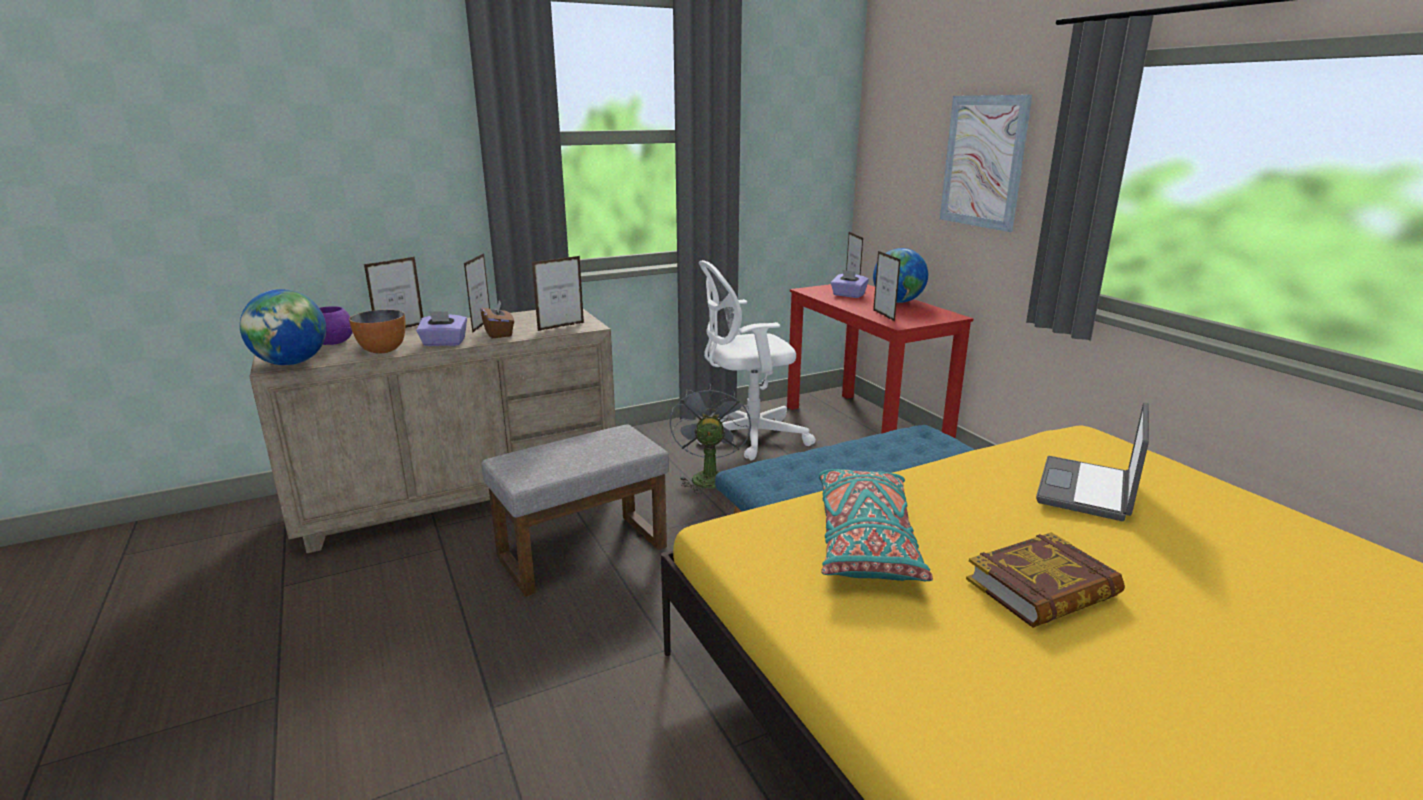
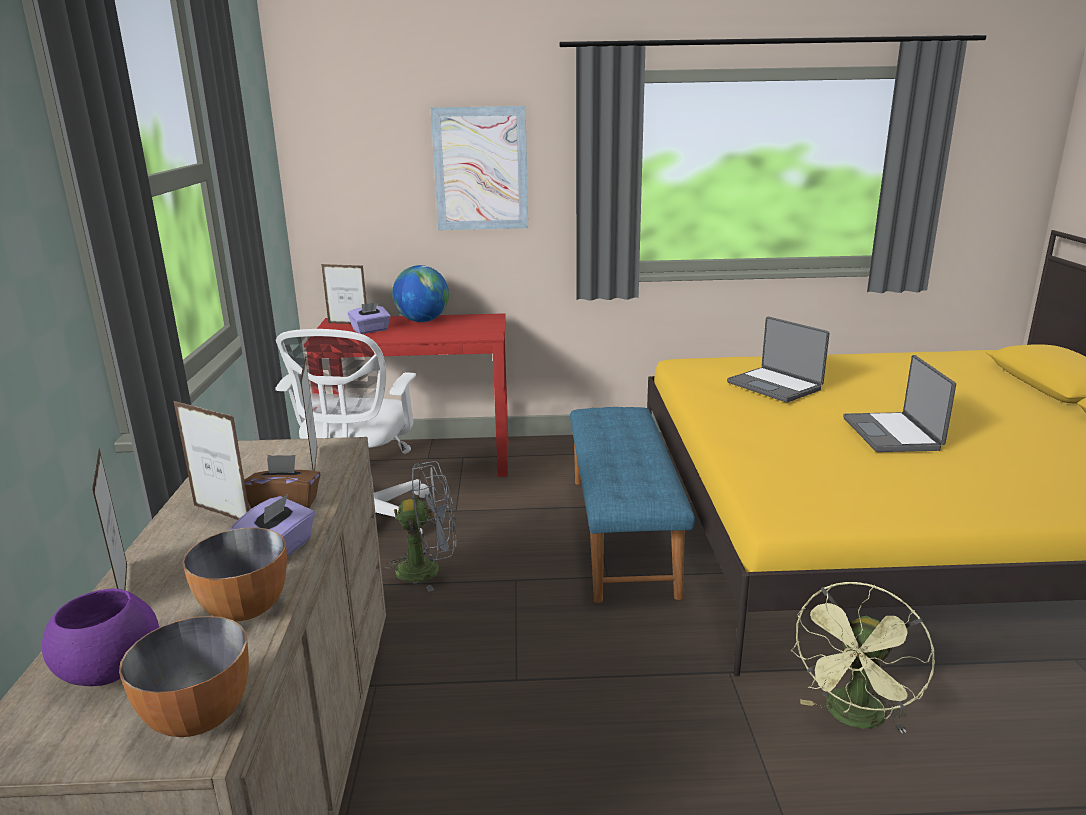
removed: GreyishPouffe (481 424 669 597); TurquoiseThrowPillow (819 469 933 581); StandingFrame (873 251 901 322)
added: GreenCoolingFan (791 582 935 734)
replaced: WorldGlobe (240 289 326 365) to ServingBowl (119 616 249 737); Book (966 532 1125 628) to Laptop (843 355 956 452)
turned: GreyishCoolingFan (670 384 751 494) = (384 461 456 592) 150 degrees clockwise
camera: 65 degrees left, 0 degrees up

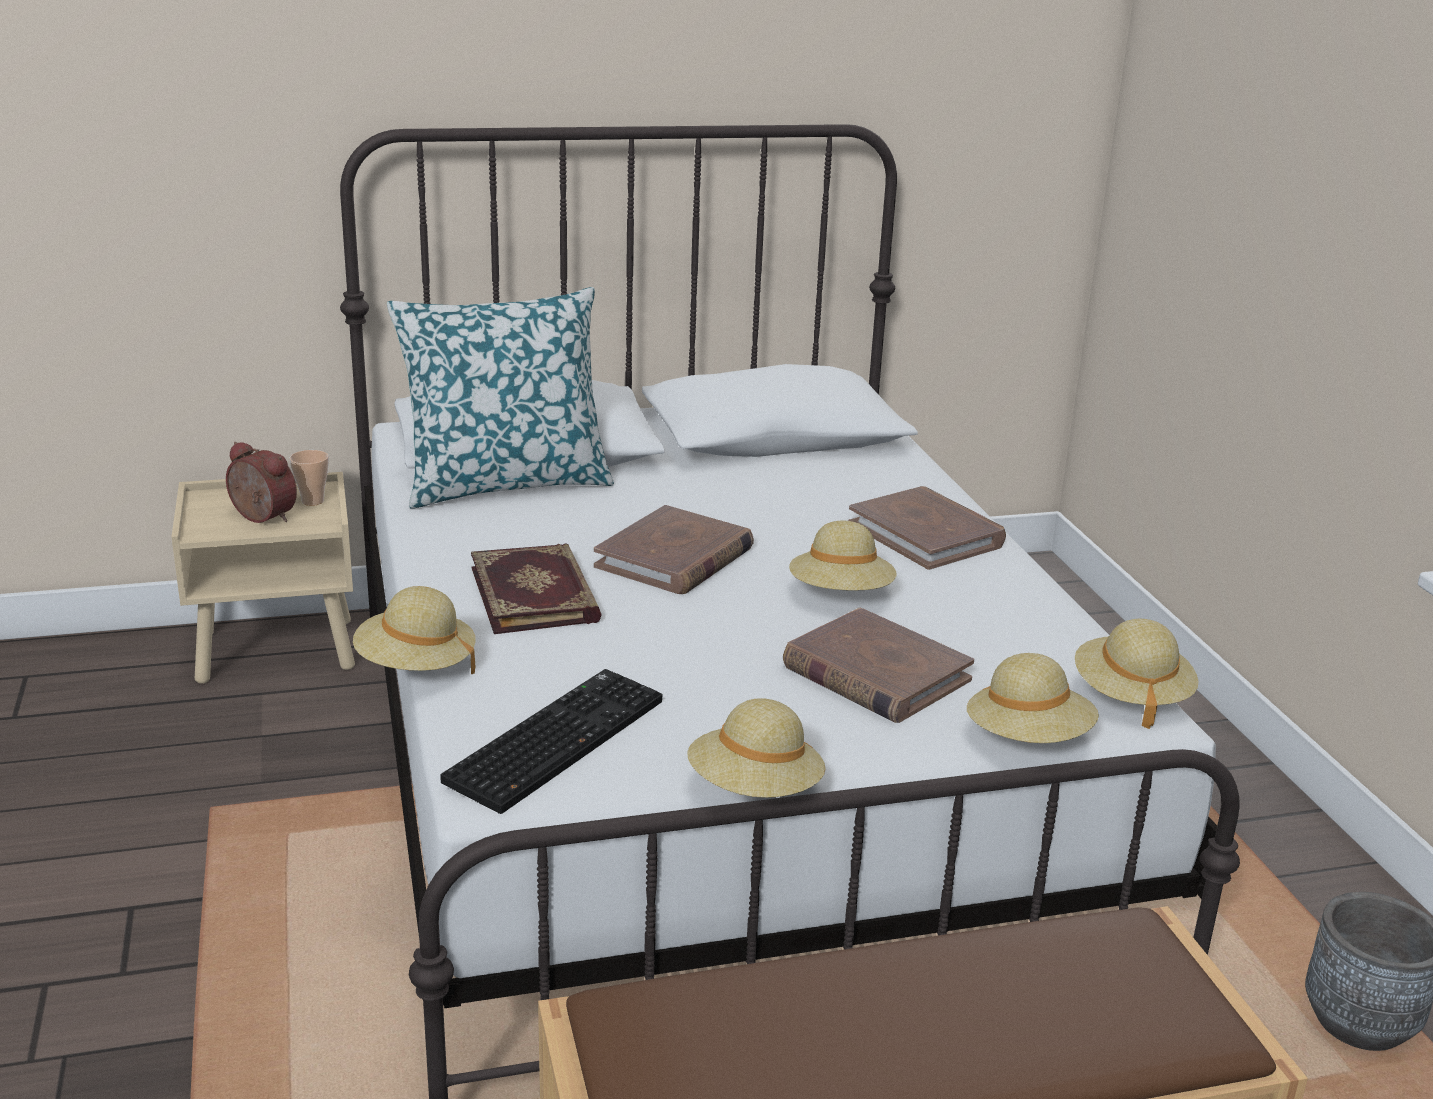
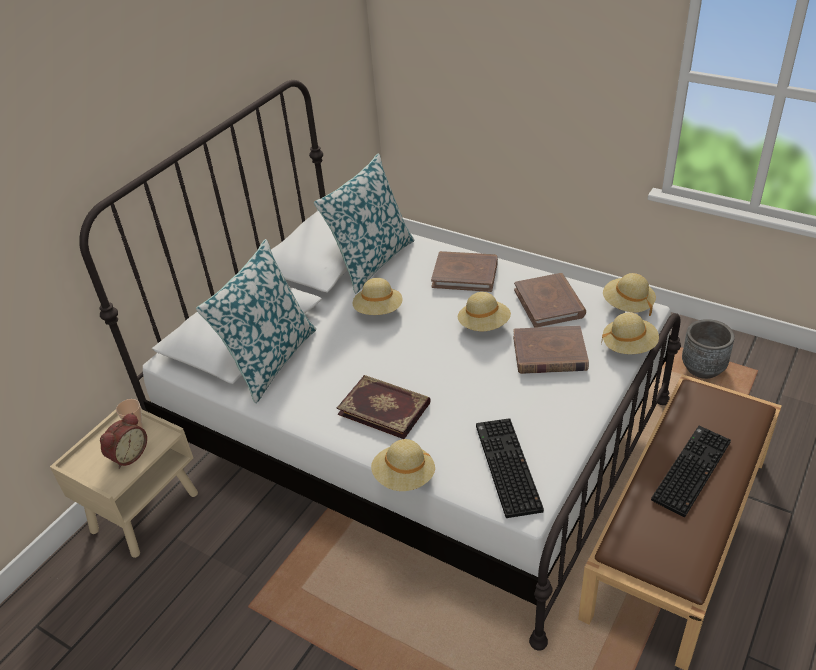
added: ThrowPillow (314 154 414 293); Keyboard (651 426 731 517)
moved: SandColouredHat (687 698 826 798) to (352 278 402 315); BrownishBook (594 505 754 594) to (514 273 586 328)
turned: TableClock (226 442 297 523) = (100 412 147 469) 135 degrees clockwise
camera: 40 degrees left, 15 degrees up

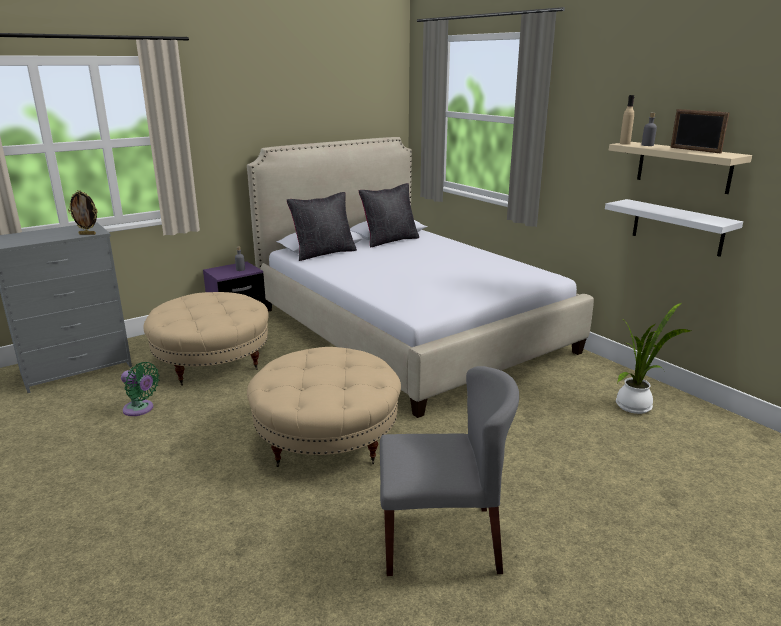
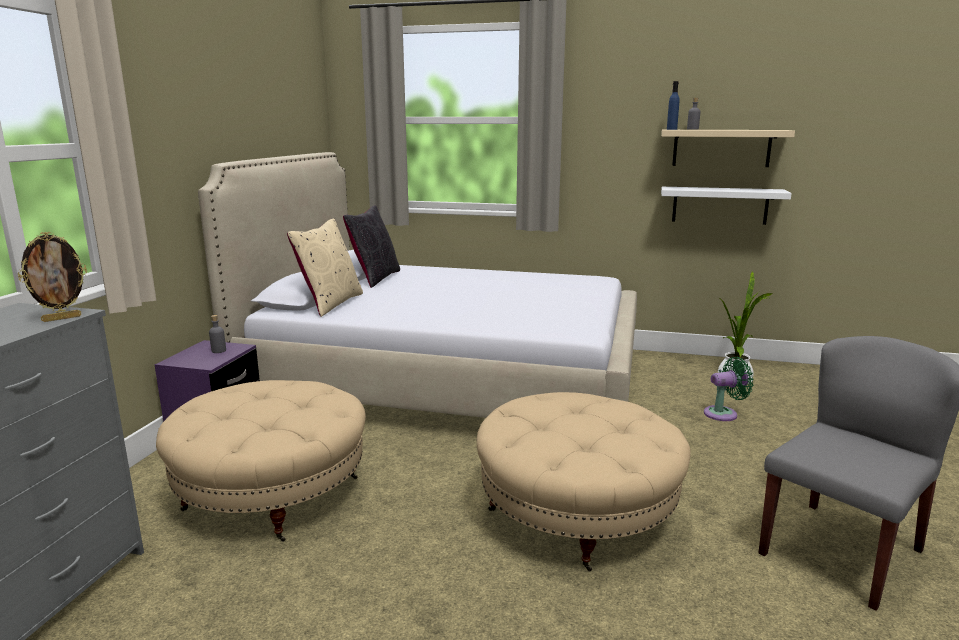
removed: StandingFrame (670 109 730 153)
moved: GreenCoolingFan (121 362 159 416) to (704 357 754 421)
recoloured: BlackThrowPillow (287 192 357 261) to SandColouredThrowPillow (287 219 363 317); SandColouredBottle (620 95 634 145) to BlueColouredBottle (667 81 680 130)
camera: 40 degrees left, 5 degrees down

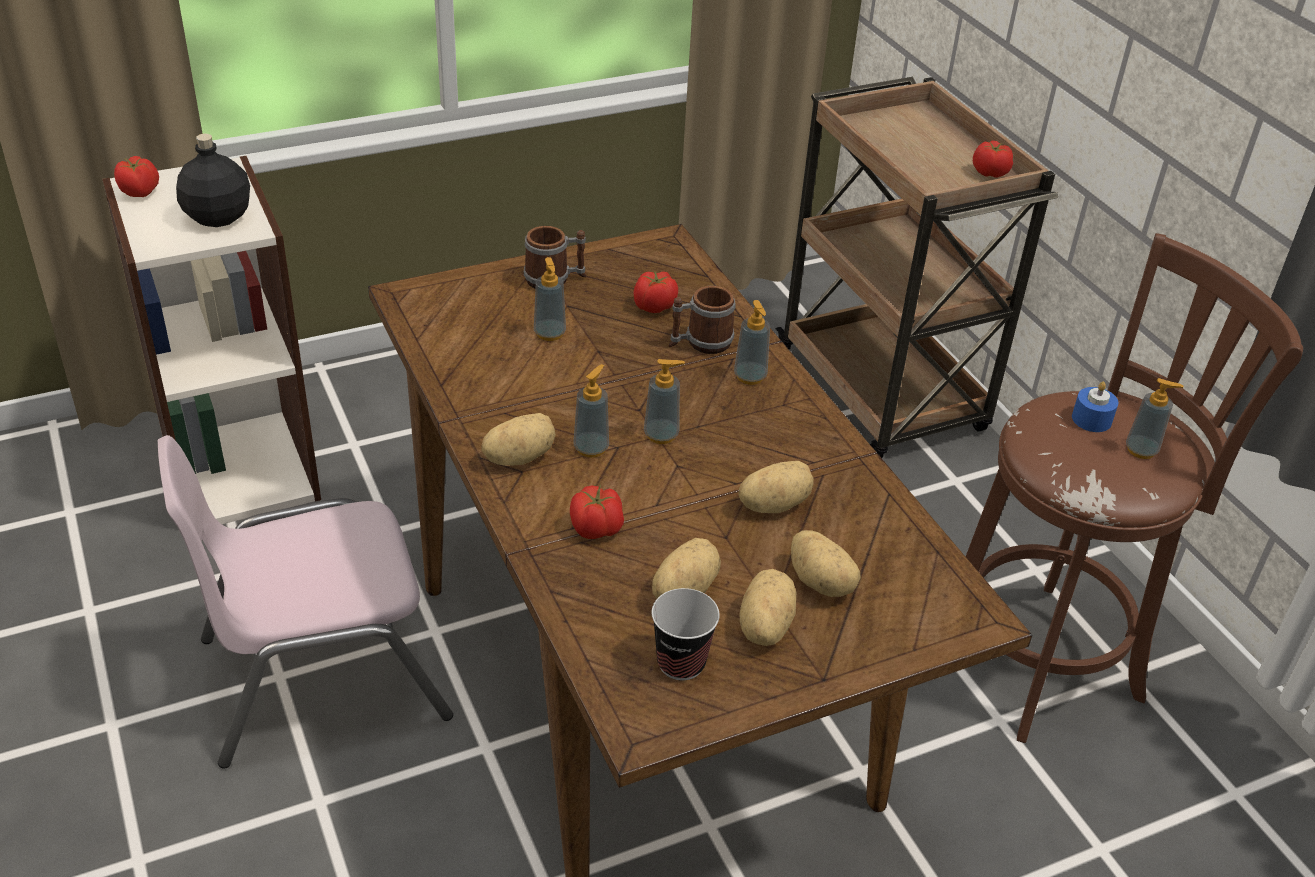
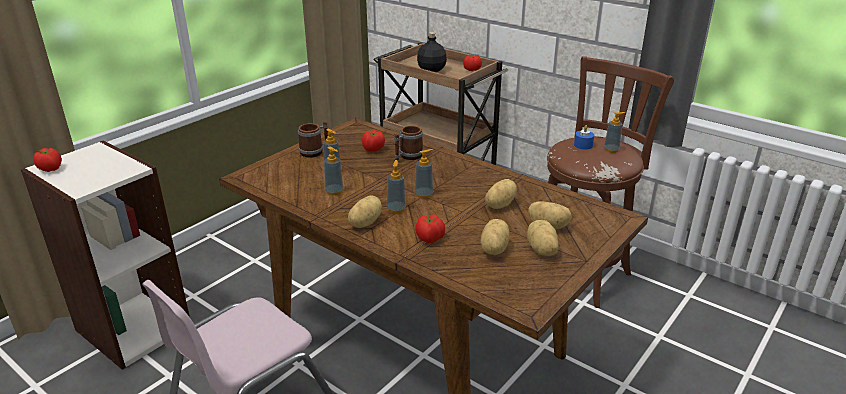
removed: DrinkingCup (652 588 720 680)
moved: LiquidSoapBottle (734 300 770 385) to (324 146 344 195); BlackBottle (176 133 250 227) to (417 32 447 72)
camera: 25 degrees left, 10 degrees down

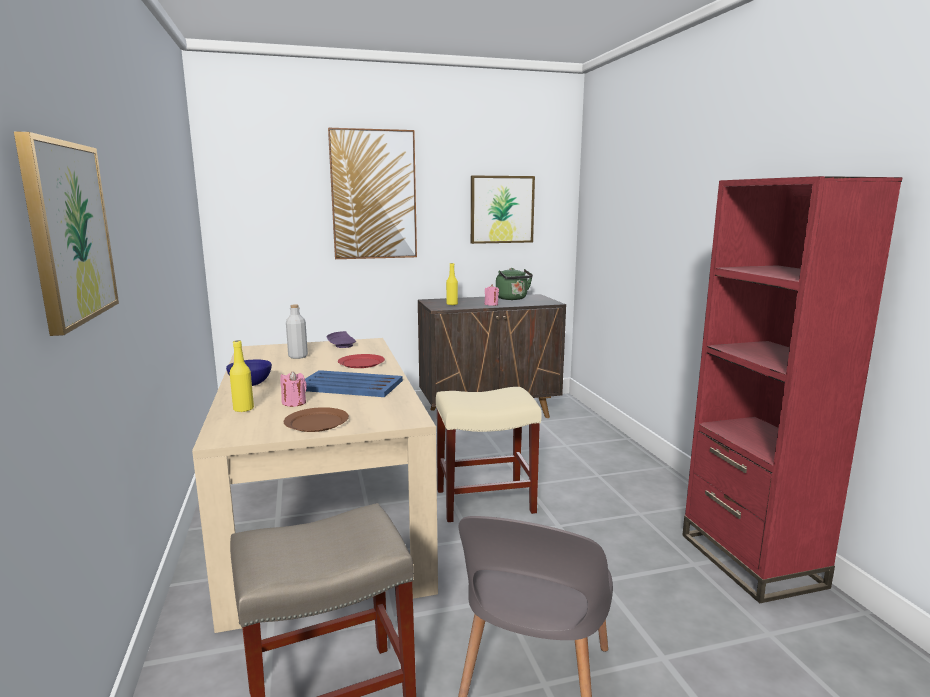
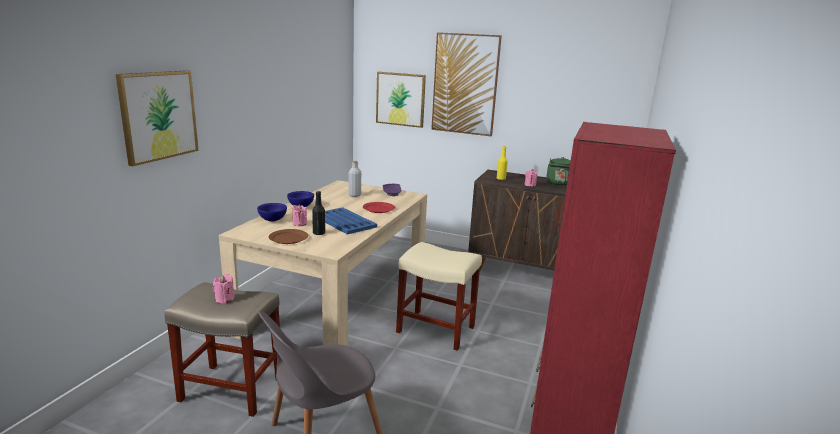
added: PinkColouredWaxLight (213 274 235 303); BlackBottle (312 191 325 235)
moved: Picture (471 175 535 244) to (376 72 426 128)
replaced: YellowColouredBottle (230 340 254 412) to BlueColouredServingBowl (257 203 287 221)
camera: 35 degrees right, 5 degrees up

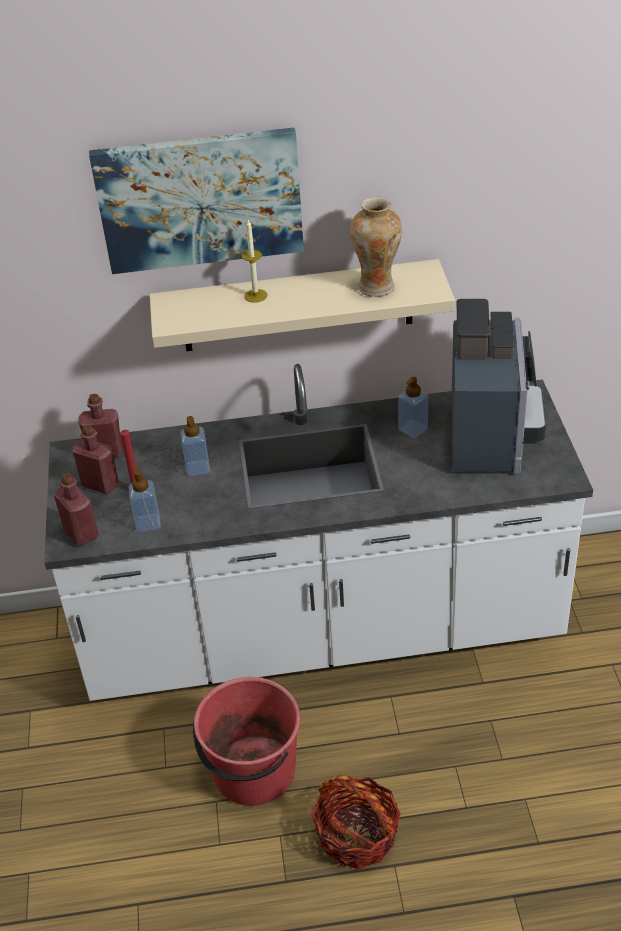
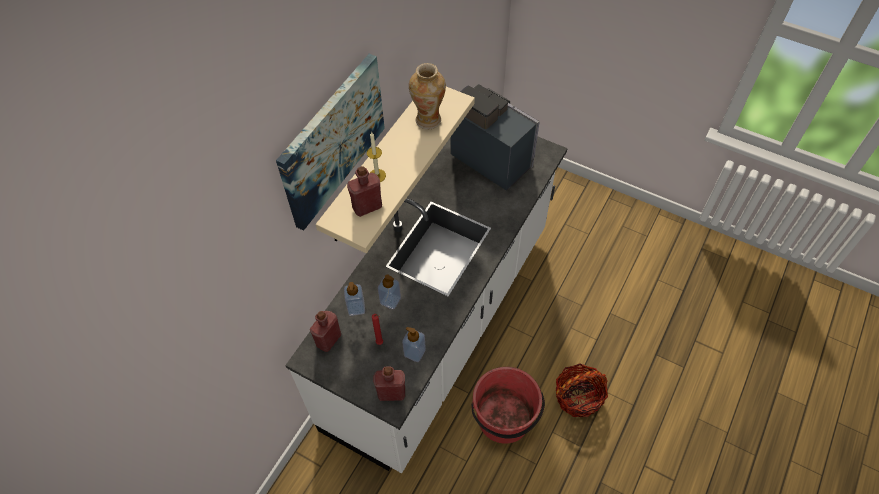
moved: LiquidSoapBottle (398 377 428 438) to (344 282 365 316); ReddishBottle (72 425 119 494) to (347 166 382 217)
camera: 55 degrees left, 15 degrees up

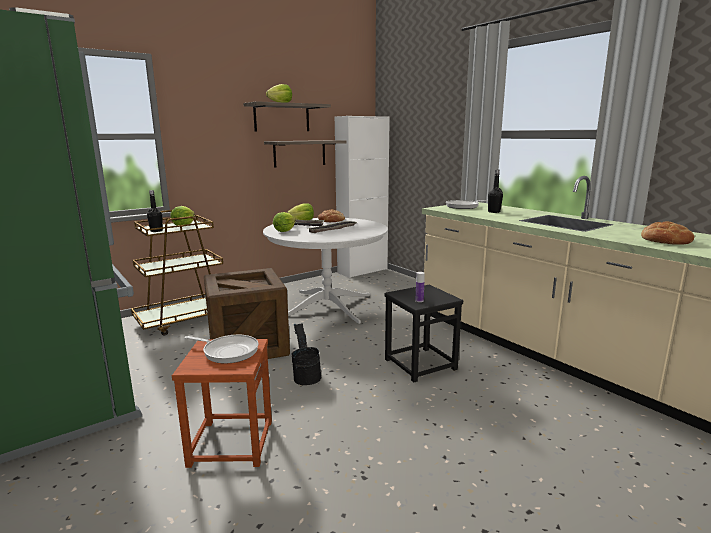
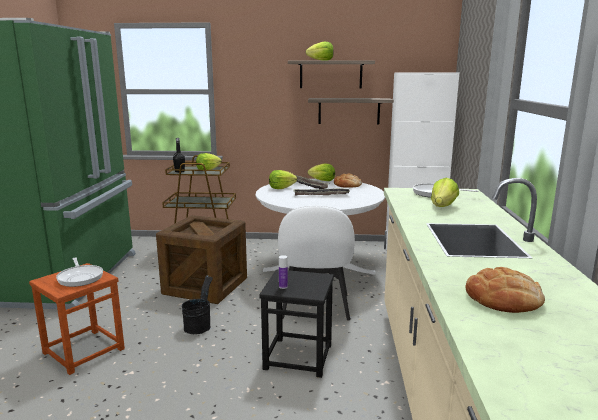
added: WhitePlainChair (278 206 355 321)
replaced: BlackBottle (488 170 503 213) to HeadOfLettuce (431 178 459 207)
camera: 40 degrees right, 0 degrees up

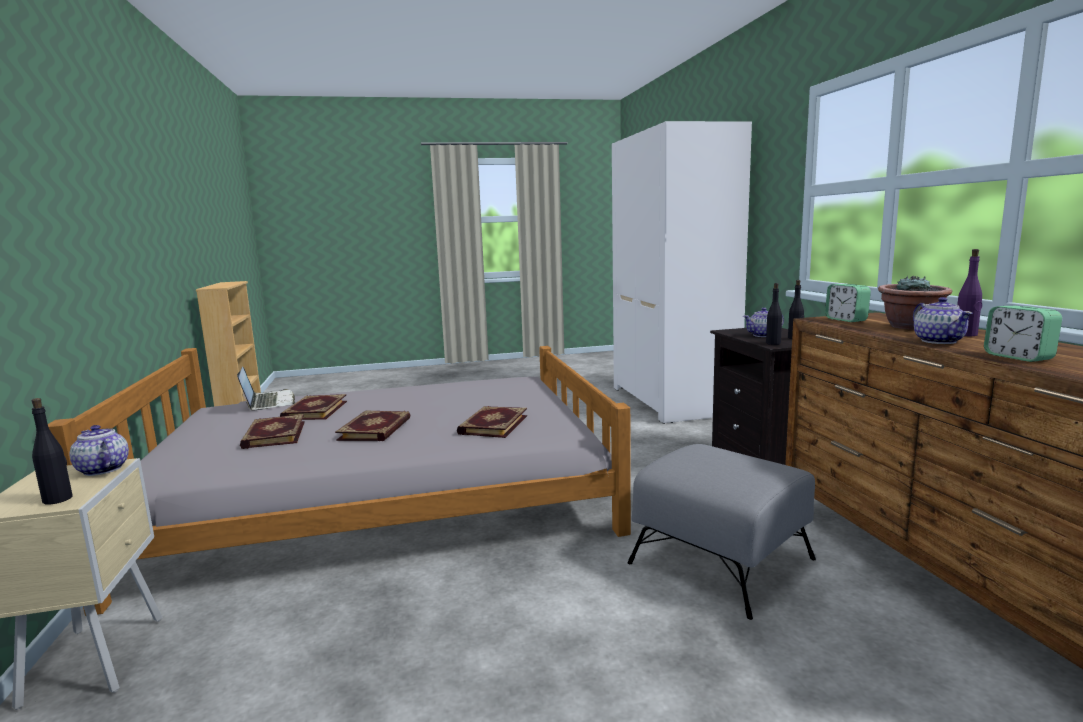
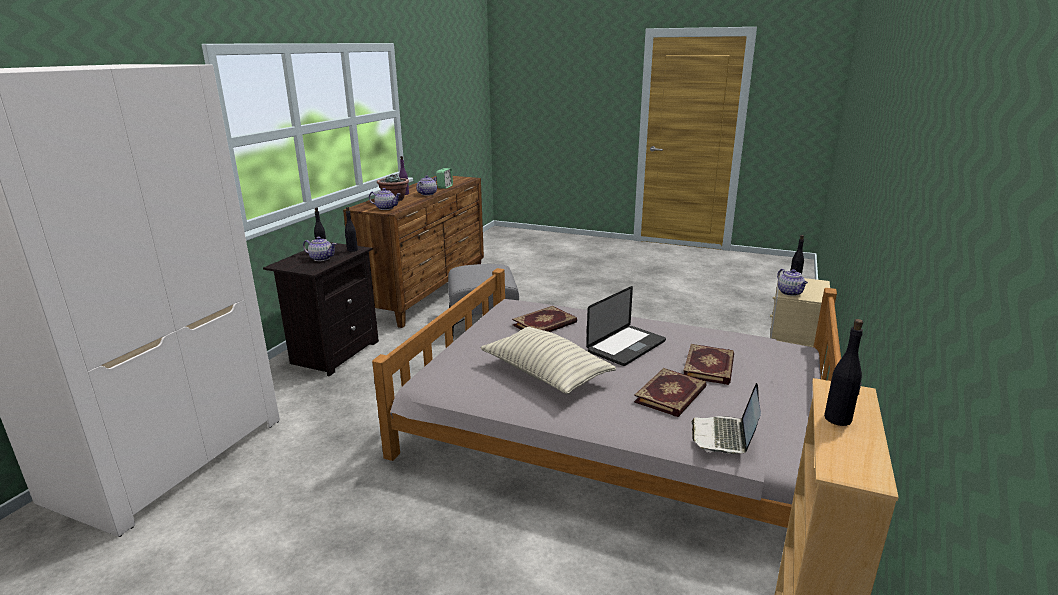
added: ThrowPillow (480 327 616 394); BlackBottle (824 319 863 426)
replaced: TableClock (825 284 871 322) to TeaPot (369 188 401 210); Book (335 411 411 441) to Laptop (586 286 666 366)
camera: 145 degrees left, 10 degrees up

